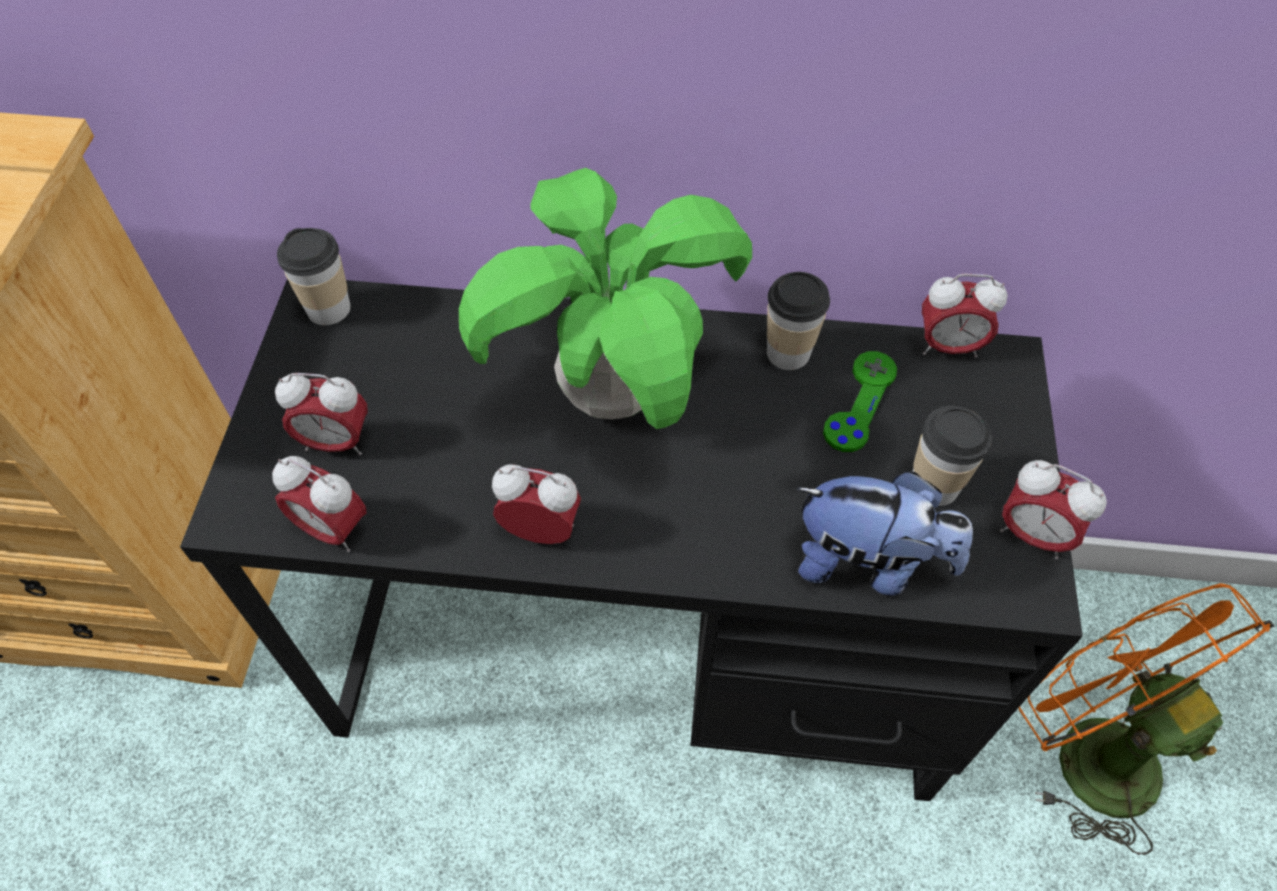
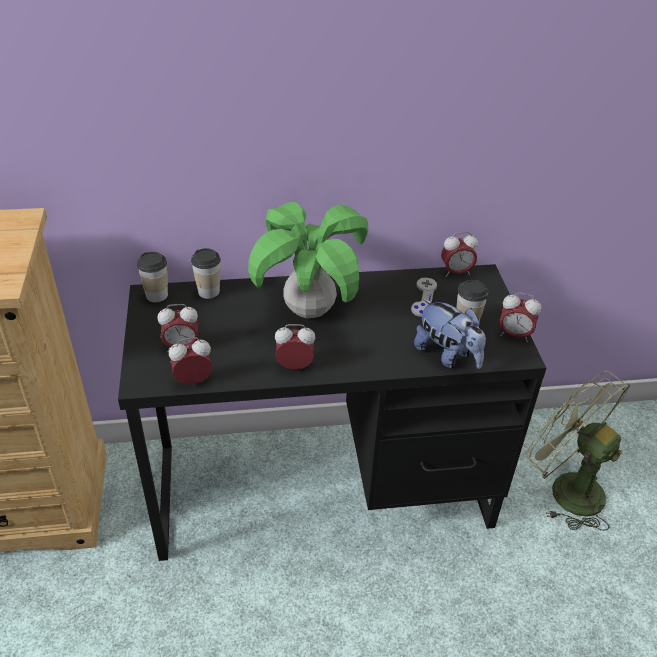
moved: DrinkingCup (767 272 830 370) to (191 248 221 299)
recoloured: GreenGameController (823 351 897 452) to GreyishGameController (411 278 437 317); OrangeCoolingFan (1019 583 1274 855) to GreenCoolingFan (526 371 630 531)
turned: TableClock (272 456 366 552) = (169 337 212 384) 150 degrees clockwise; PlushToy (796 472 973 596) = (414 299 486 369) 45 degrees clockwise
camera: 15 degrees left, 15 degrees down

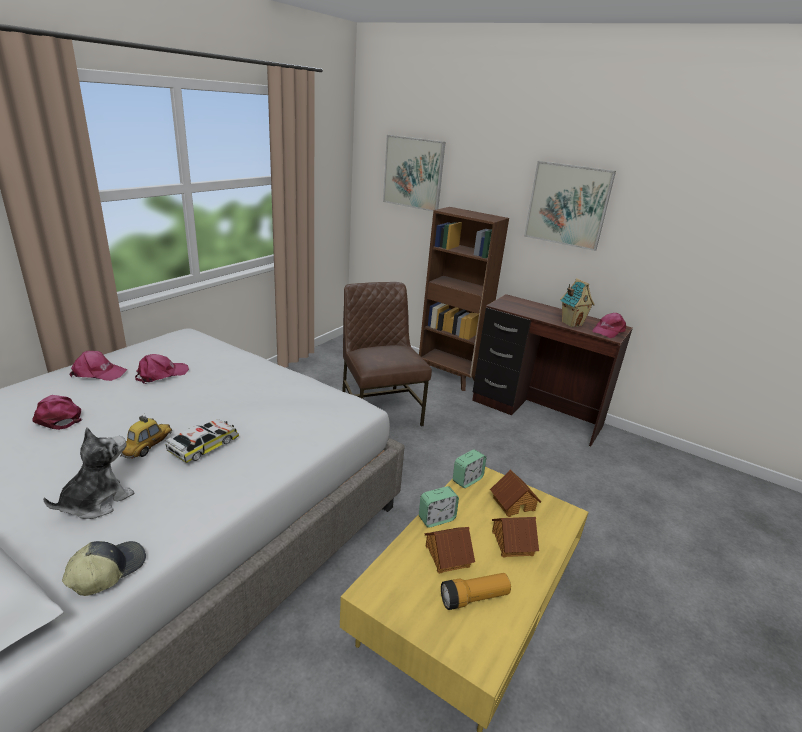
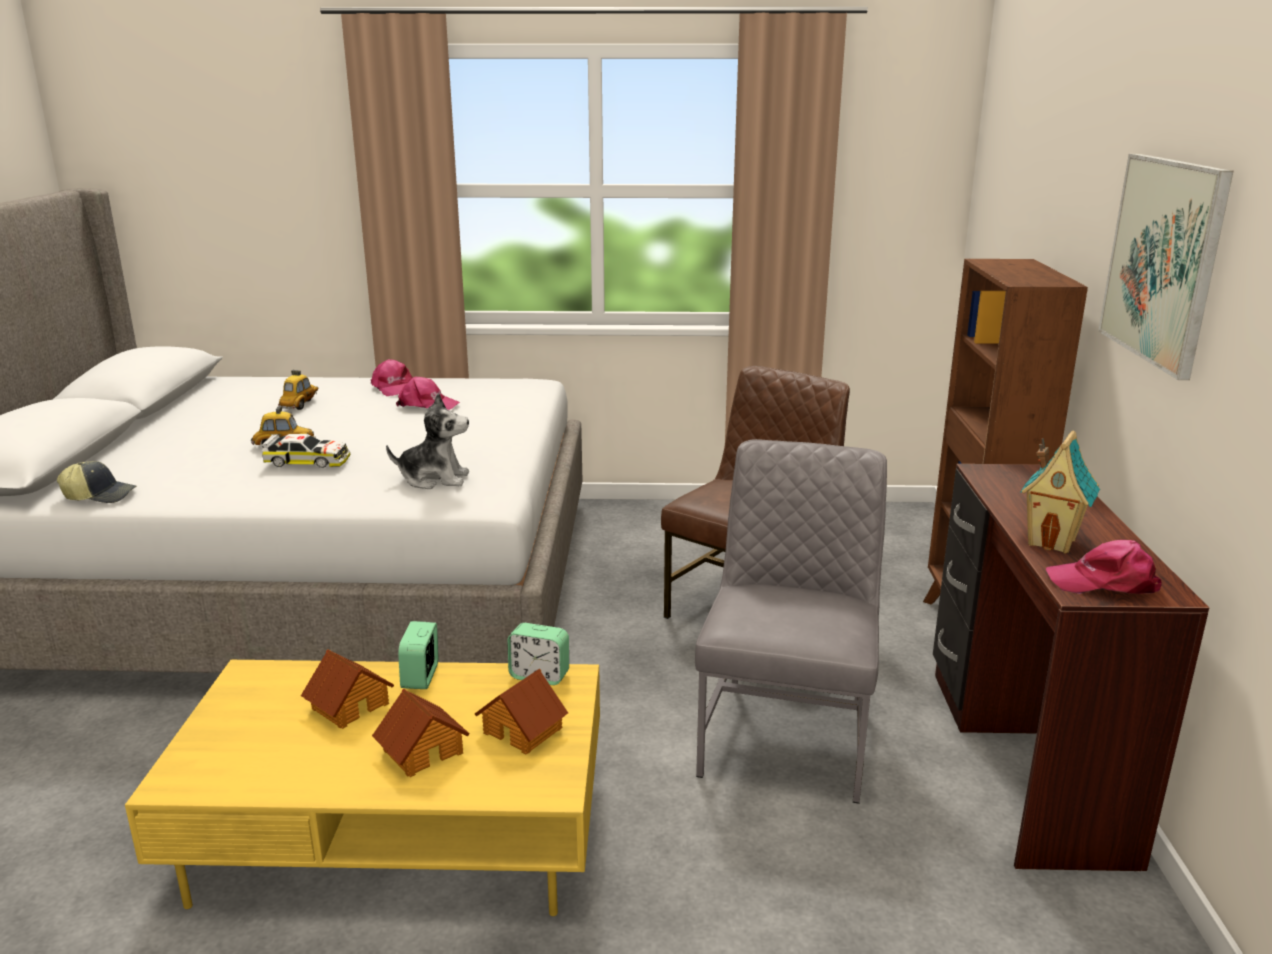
removed: Picture (383 135 445 212); HandTorch (441 573 511 610)
added: GreyishPlainChair (695 439 887 804)
moved: PlushToy (43 427 134 519) to (386 393 469 489)
replaced: PinkColouredPeakedCap (32 395 82 430) to ToyCar (278 370 318 410)
turned: TableClock (419 486 459 528) = (398 621 439 689) 60 degrees clockwise
camera: 60 degrees right, 5 degrees down

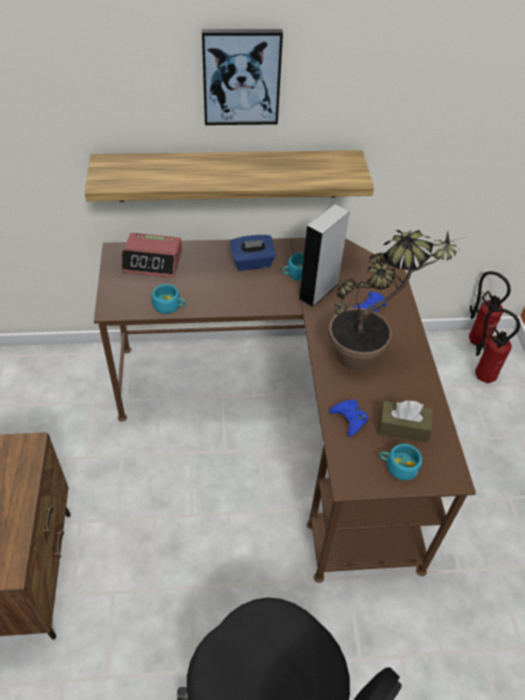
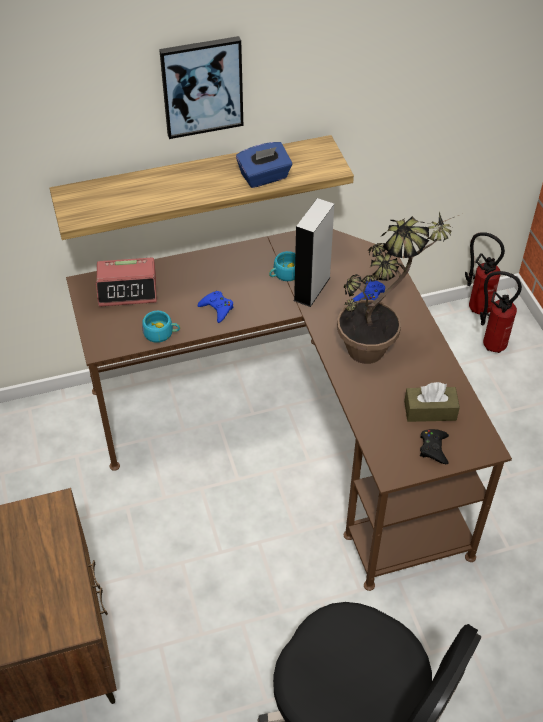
moved: BlueColouredGameController (329 400 369 437) to (198 291 234 323); BlueColouredBoxOfTissues (230 235 276 271) to (236 142 292 188)
replaced: TurquoiseDrinkingCup (379 444 422 480) to BlackGameController (420 429 449 464)
camera: 10 degrees left, 0 degrees up

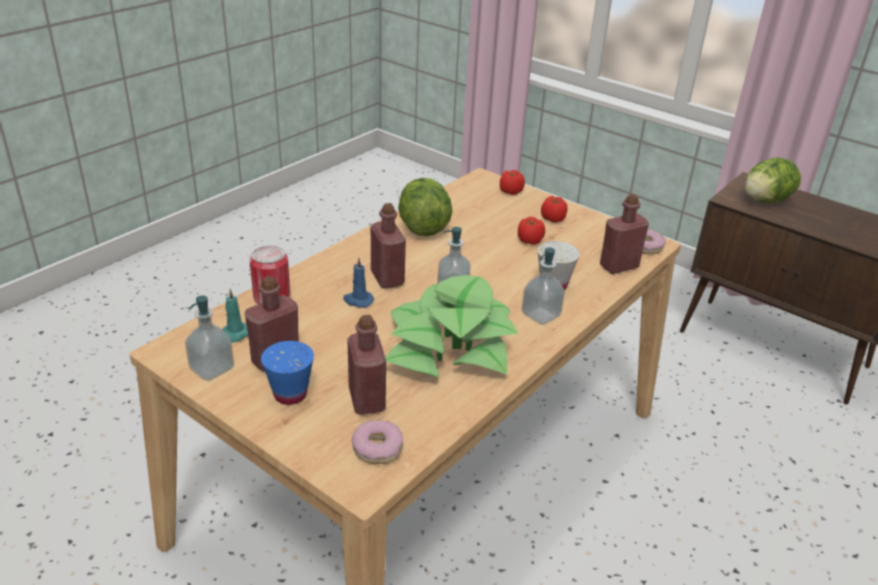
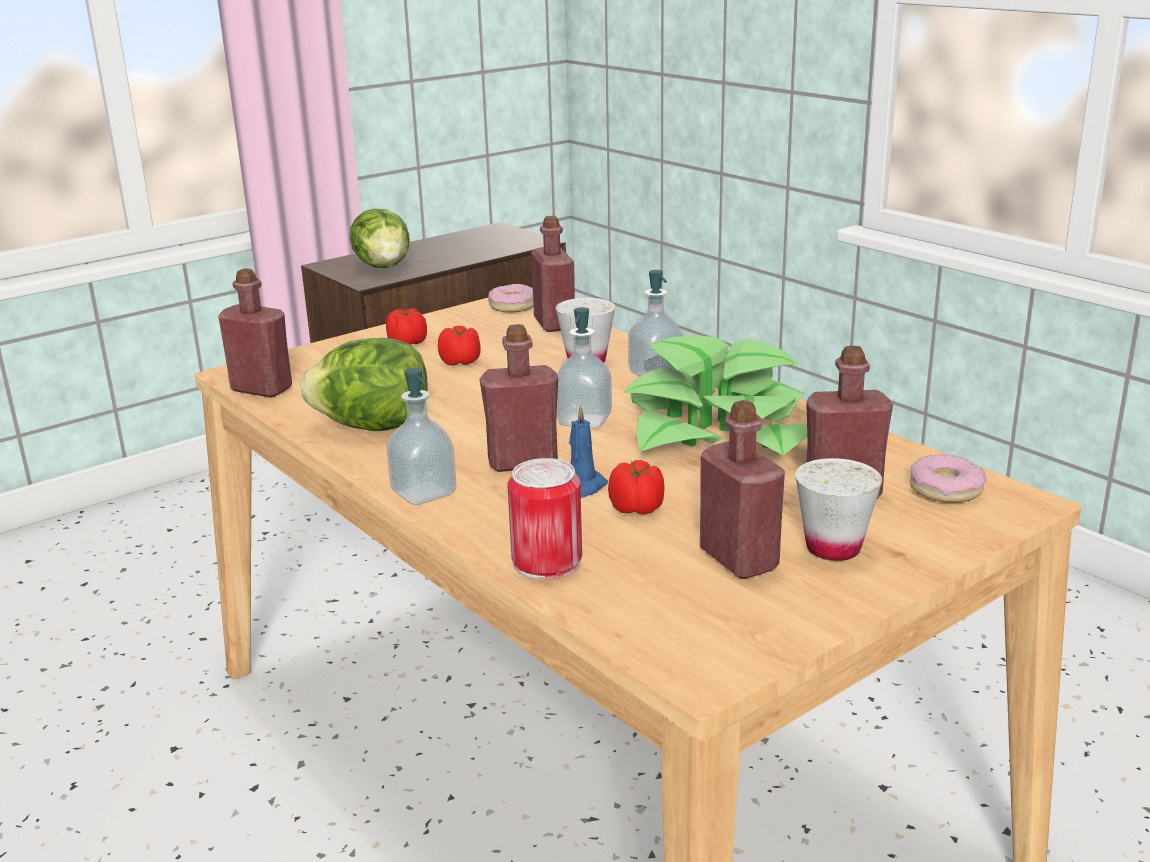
removed: TurquoiseWaxLight (222 289 248 343)
added: ReddishBottle (218 268 292 398)
moved: LiquidSoapBottle (185 295 234 381) to (386 368 456 505); FreshTomato (500 170 525 195) to (608 460 665 514)
recoloured: BlueColouredDrinkingCup (261 341 314 405) to WhiteDrinkingCup (795 458 882 561)
camera: 75 degrees left, 10 degrees down

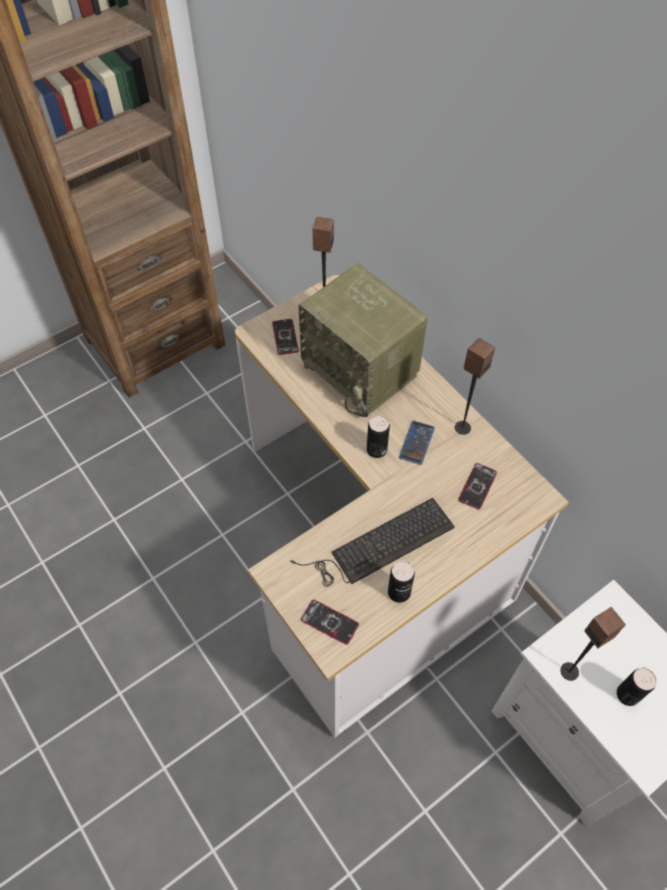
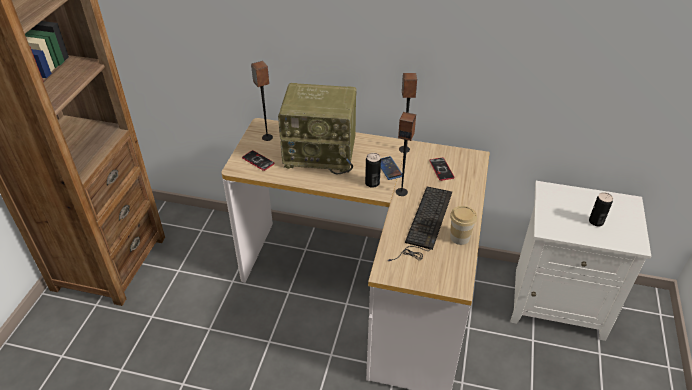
removed: Handset (301 600 359 645)
moved: AudioSpeaker (560 607 626 681) to (396 112 416 196)
replaced: Can (388 560 415 603) to DrinkingCup (450 206 477 245)
camera: 40 degrees left, 15 degrees down

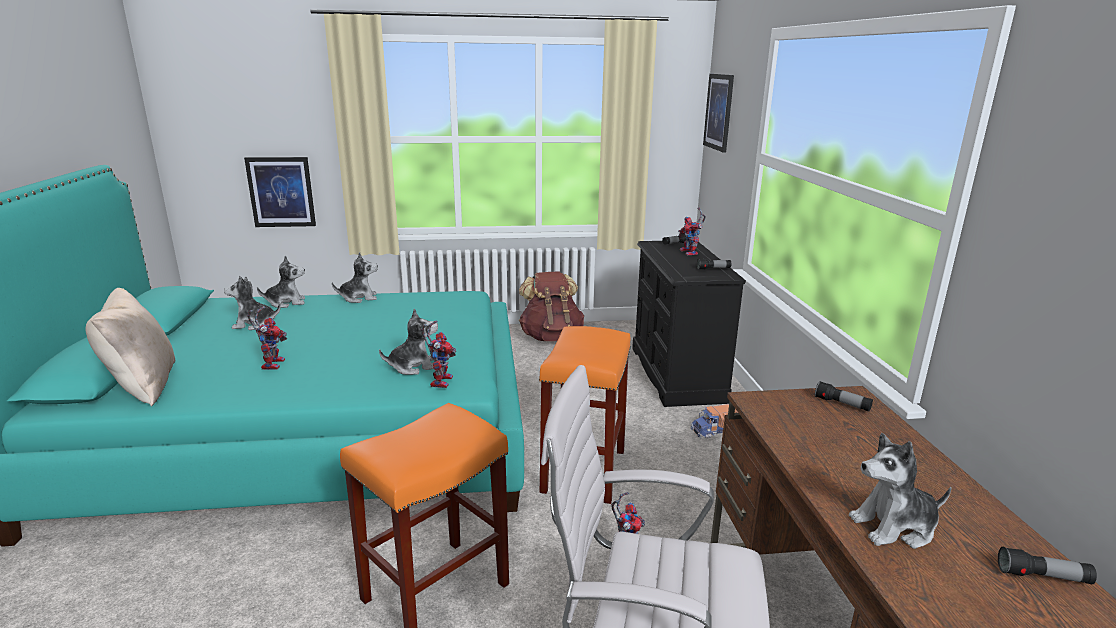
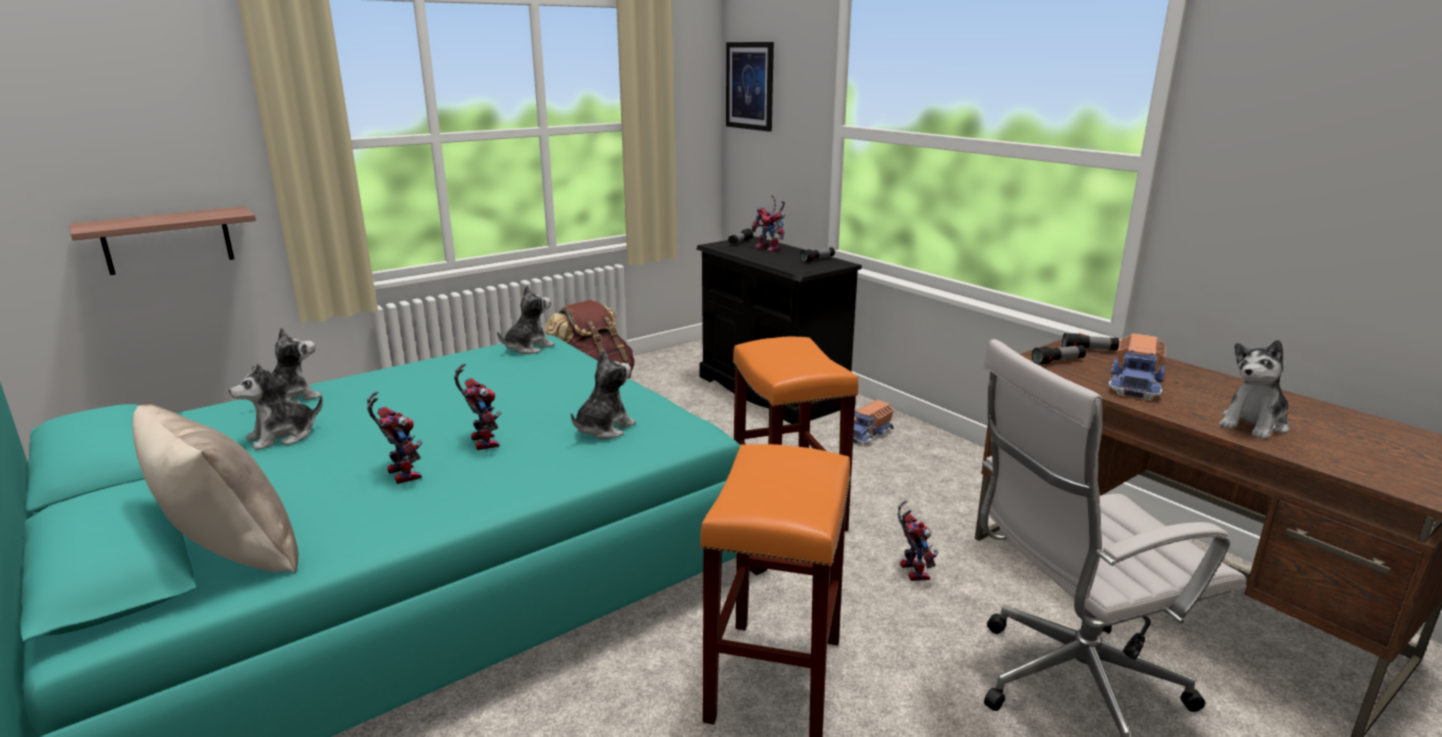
added: ToyLorry (1109 333 1166 400)
moved: RobotFigure (421 320 456 388) to (454 363 501 450); PlushToy (332 252 378 303) to (497 285 555 354); HandTorch (998 547 1097 584) to (1032 345 1086 365)
replaced: Picture (244 157 316 227) to Shelf (70 206 256 275)
camera: 30 degrees left, 0 degrees up

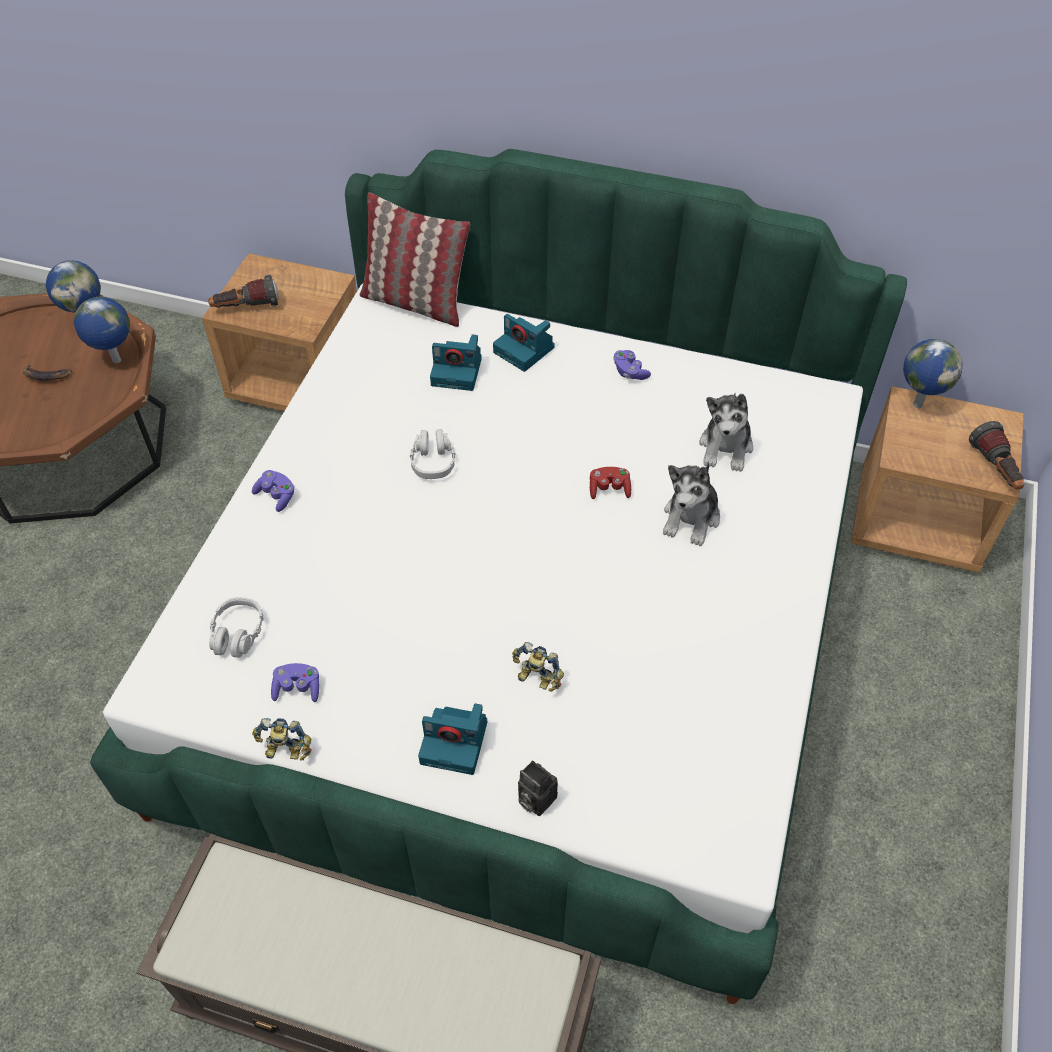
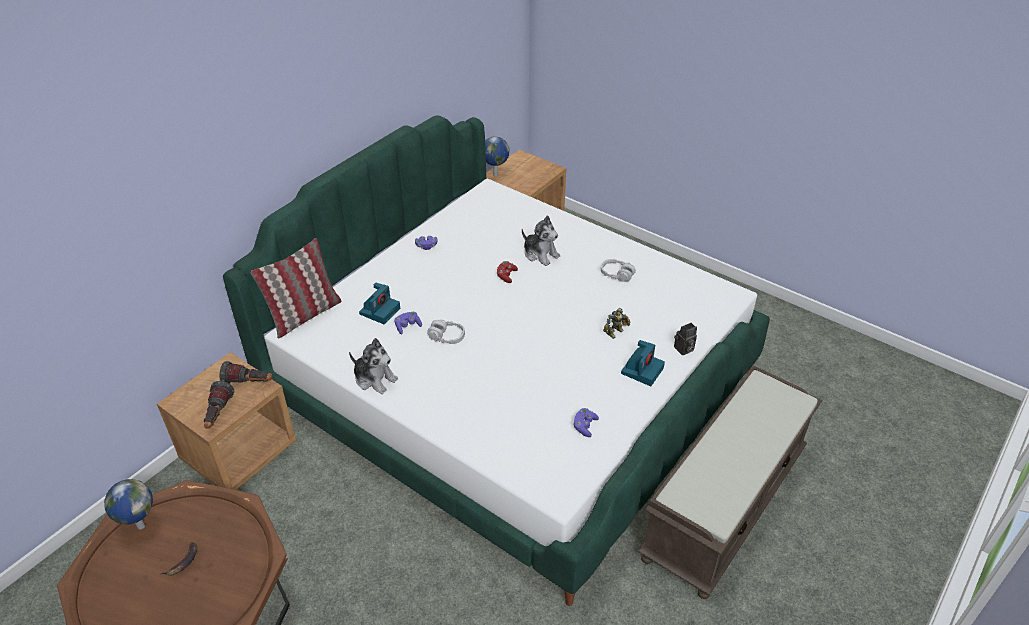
removed: WorldGlobe (74 297 130 363); RobotFigure (252 718 312 760); PhotoCamera (493 314 555 372)
moved: HandTorch (969 421 1024 490) to (219 361 273 383); PlushToy (699 393 753 472) to (349 338 398 394); PurplishGameController (252 470 295 512) to (394 312 422 334); GreyishPairOfHeadphones (209 597 263 658) to (601 259 636 282)
camera: 70 degrees left, 10 degrees down

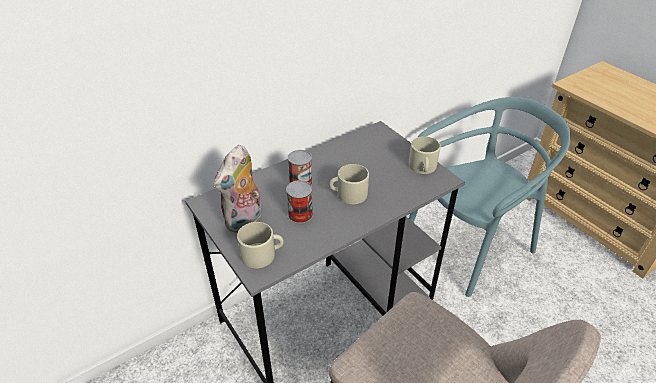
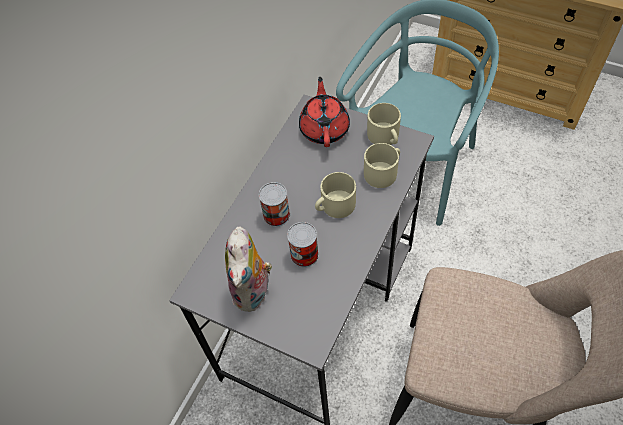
added: ReddishTeaPot (299 77 350 147)
moved: SandColouredMug (237 222 284 268) to (364 143 400 188)
camera: 25 degrees left, 15 degrees up

